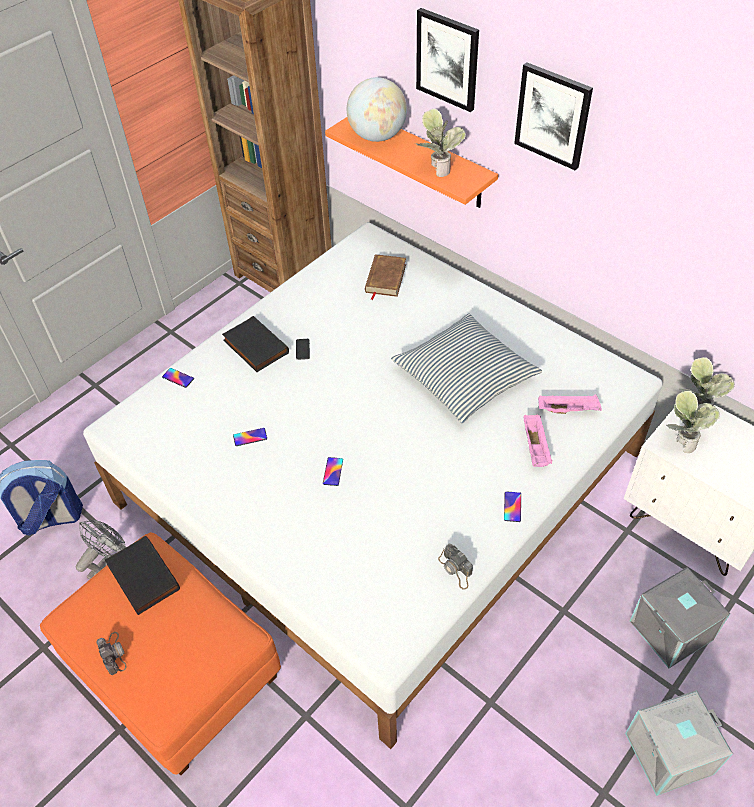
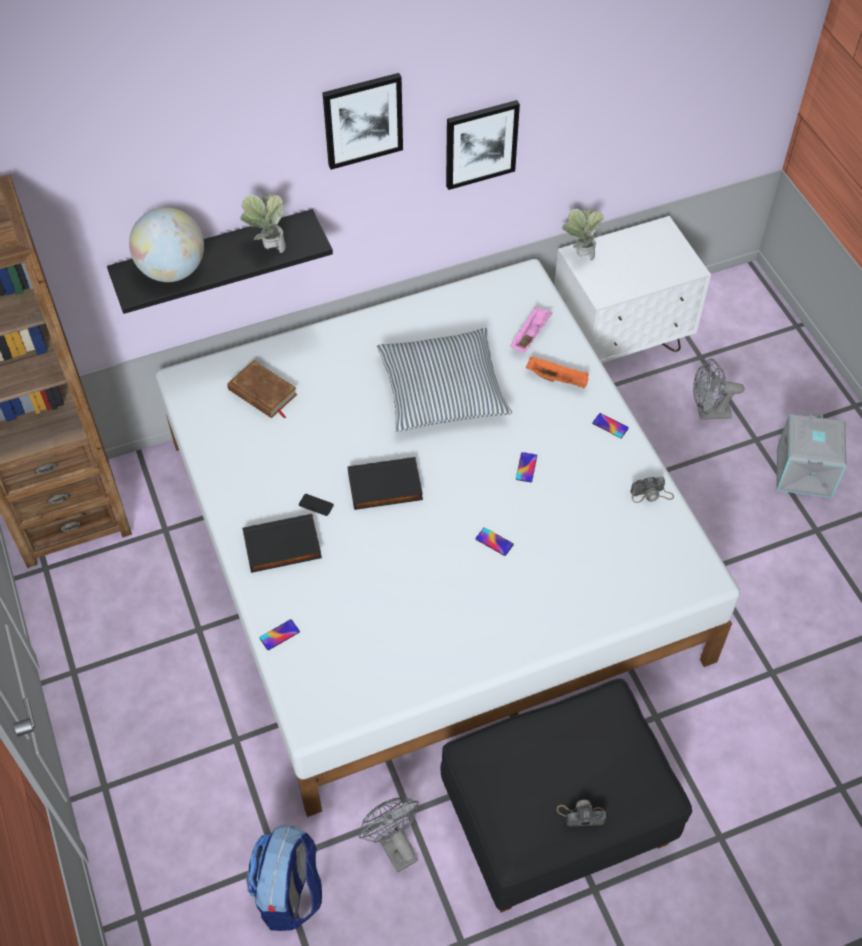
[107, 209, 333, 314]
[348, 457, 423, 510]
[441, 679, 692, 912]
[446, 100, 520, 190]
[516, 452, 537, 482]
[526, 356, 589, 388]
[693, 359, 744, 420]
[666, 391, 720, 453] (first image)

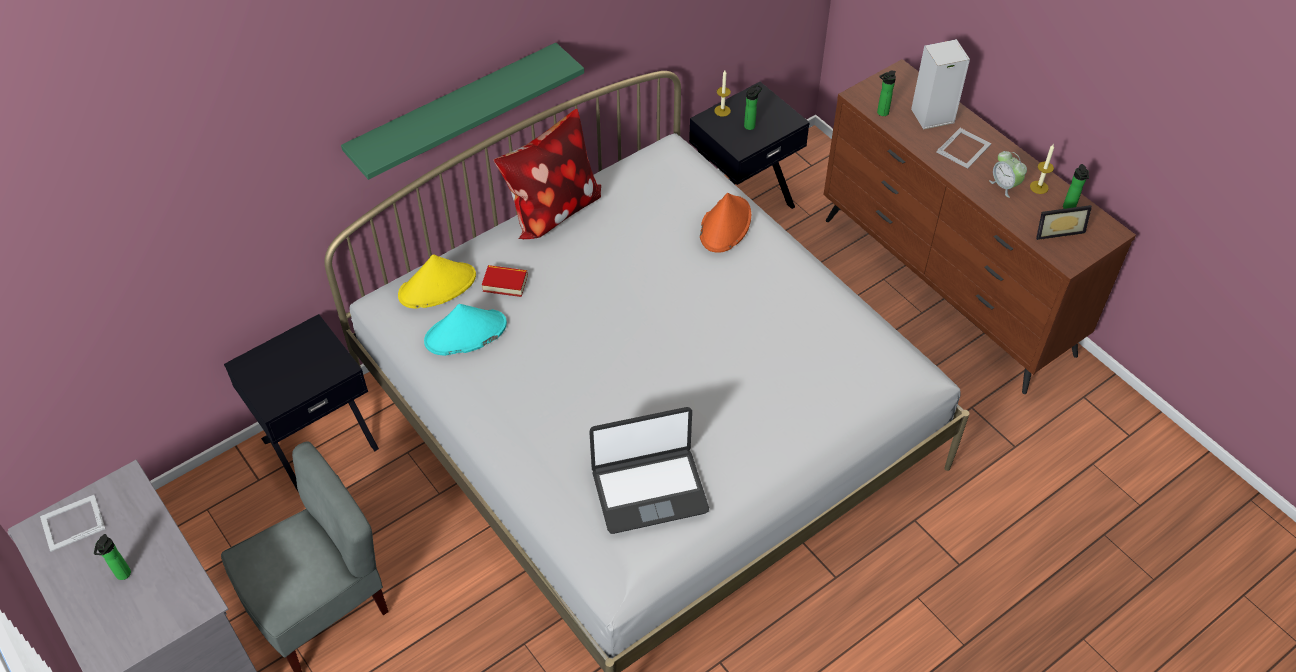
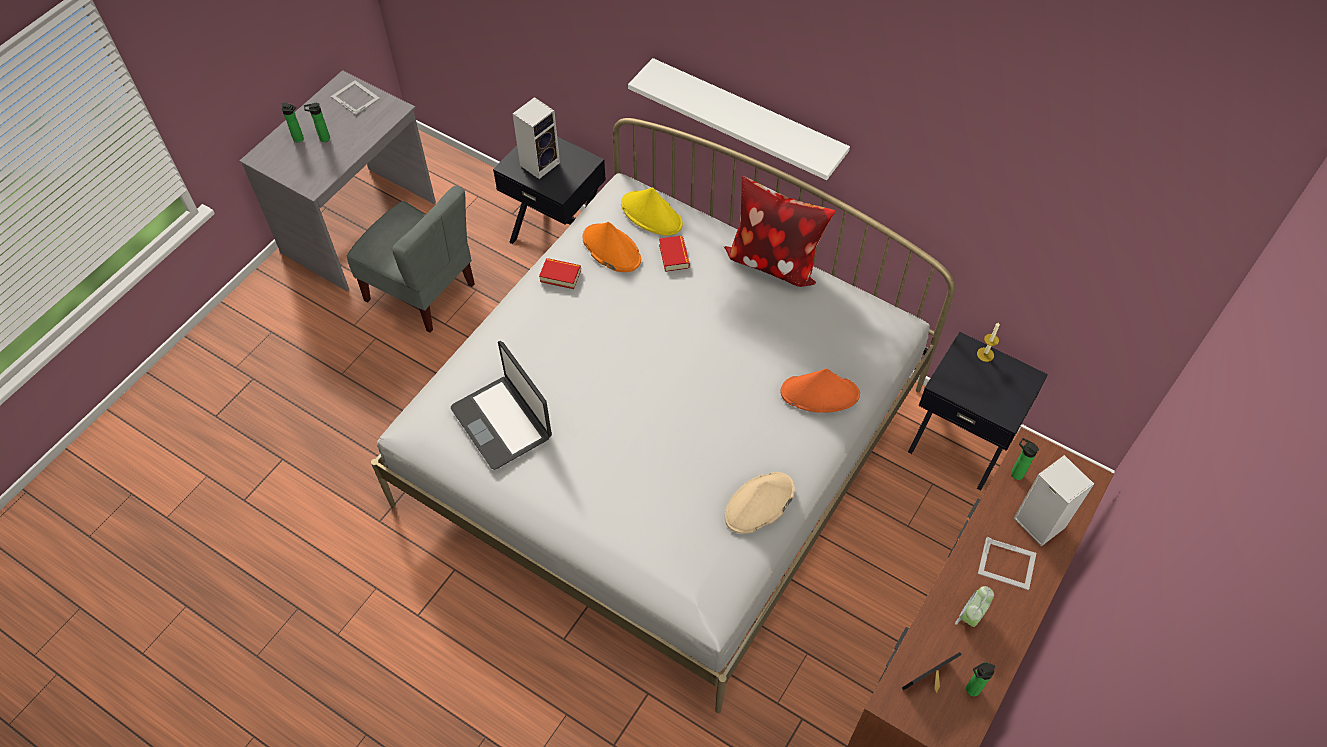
[281, 102, 304, 142]
[512, 97, 560, 179]
[539, 258, 581, 289]
[583, 222, 641, 272]
[628, 58, 850, 180]
[725, 472, 795, 534]
[902, 652, 962, 693]
[1030, 144, 1054, 194] (first image)

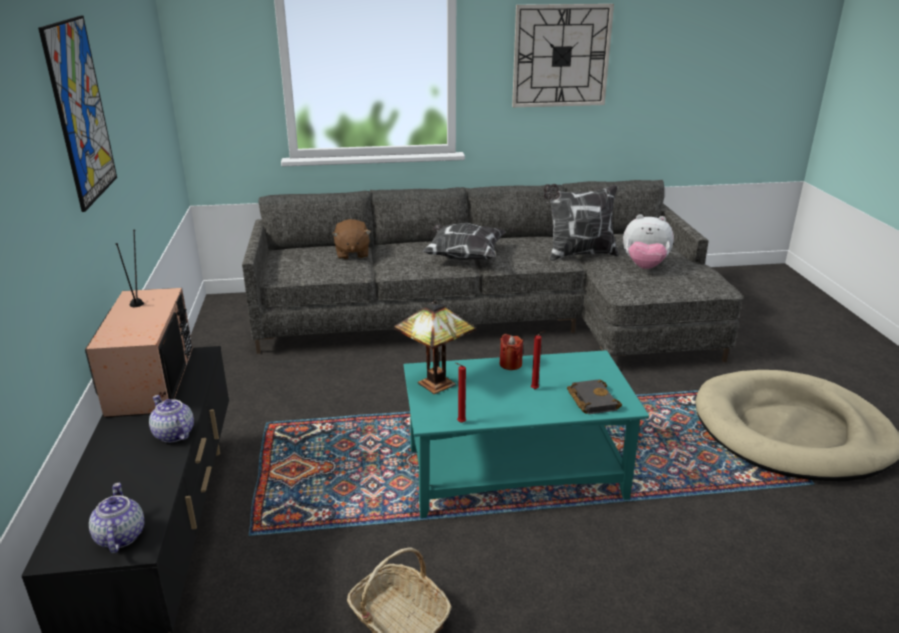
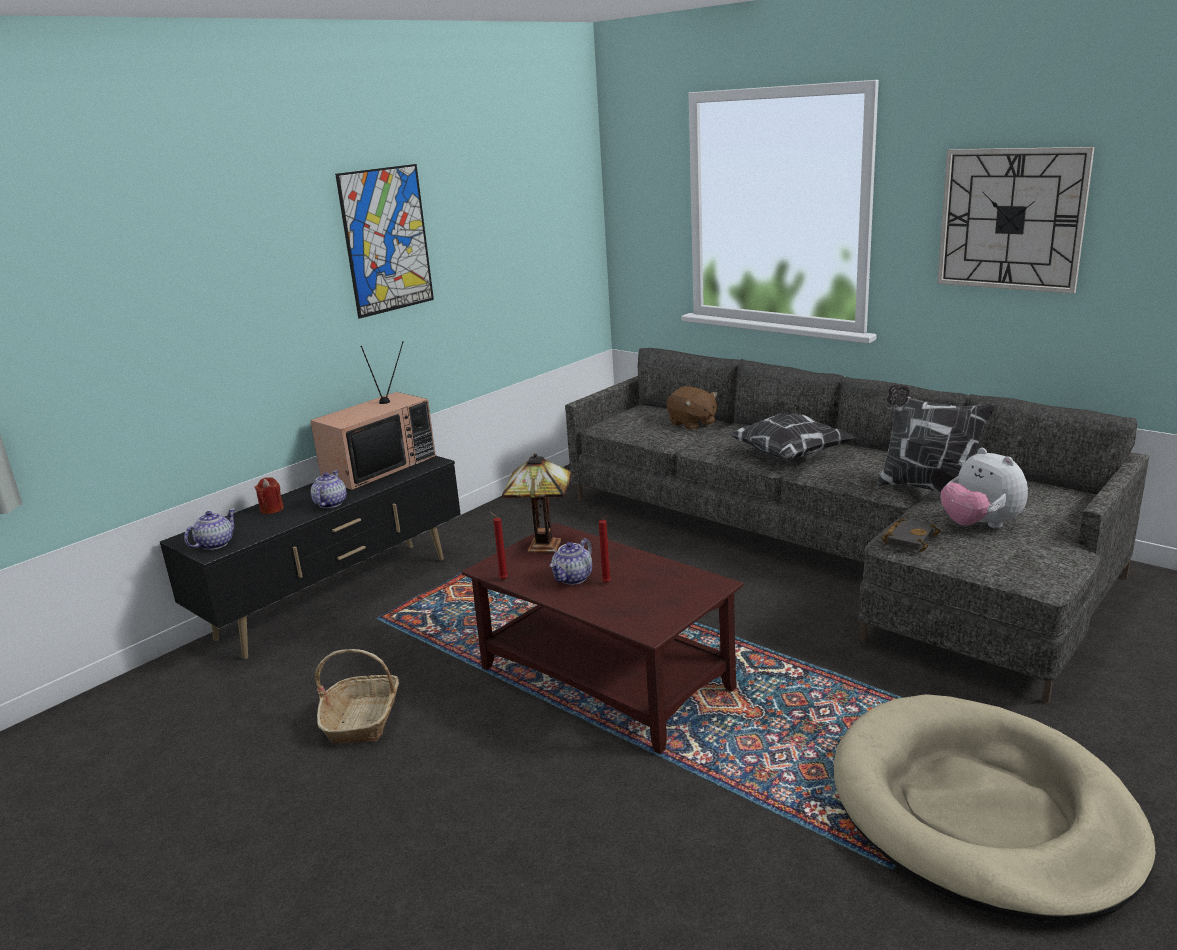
[255, 477, 284, 514]
[462, 523, 744, 754]
[550, 538, 592, 585]
[667, 386, 718, 430]
[881, 518, 941, 552]

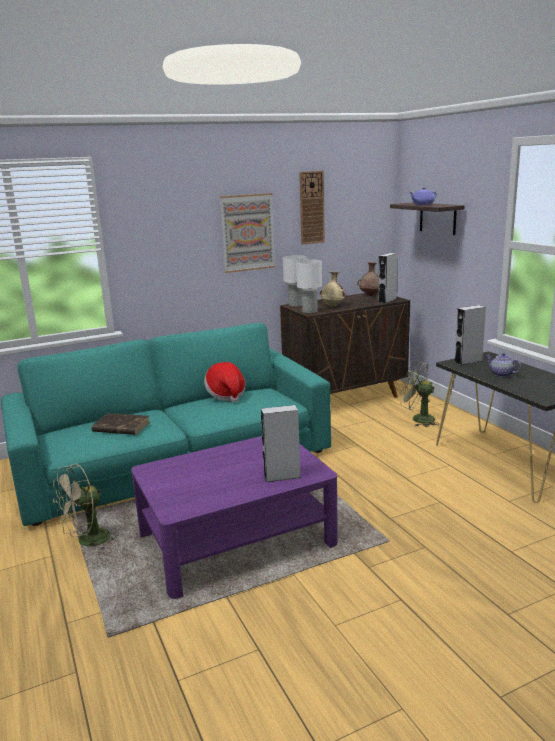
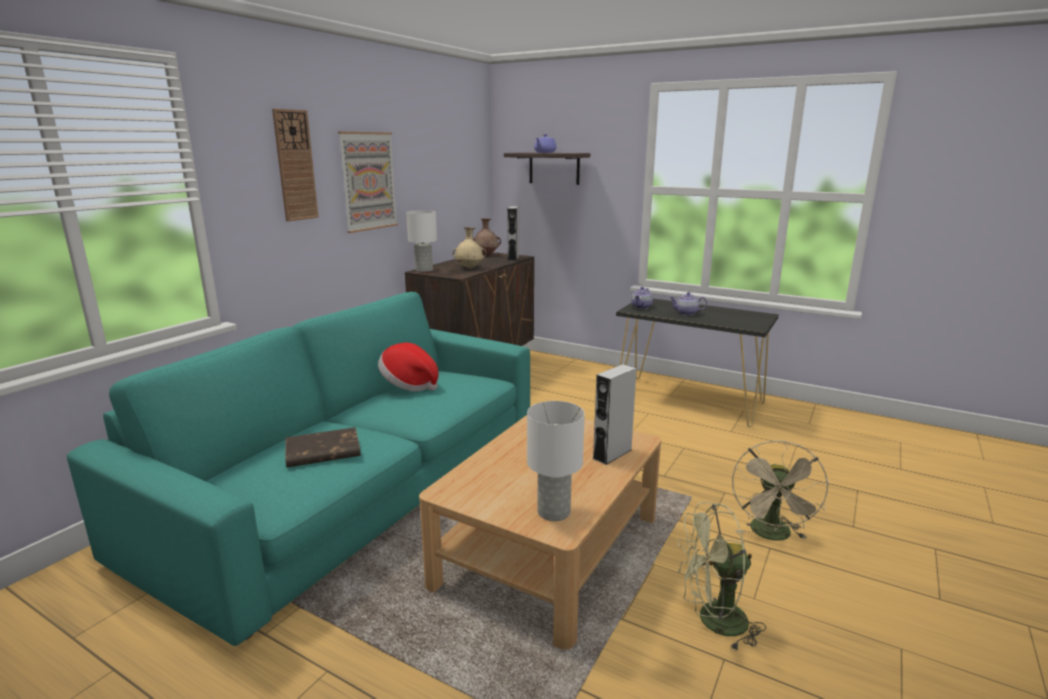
[272, 109, 319, 222]
[419, 415, 662, 650]
[527, 401, 585, 521]
[631, 287, 653, 309]
[677, 502, 766, 651]
[732, 440, 830, 541]

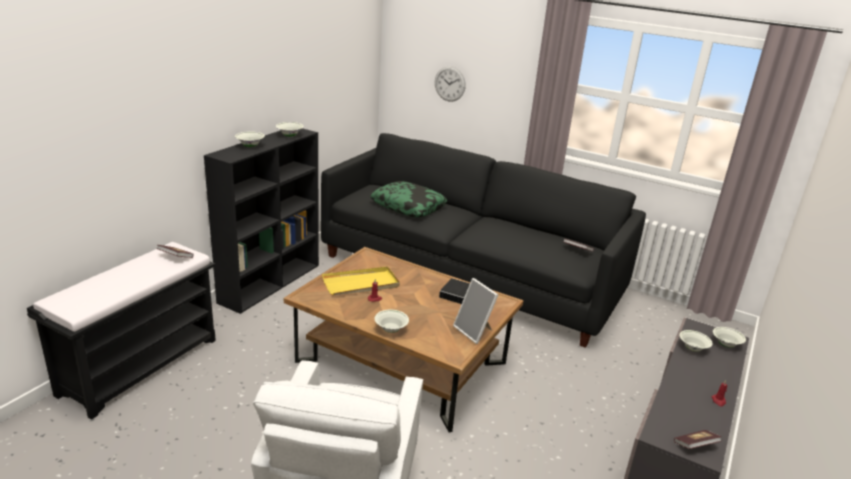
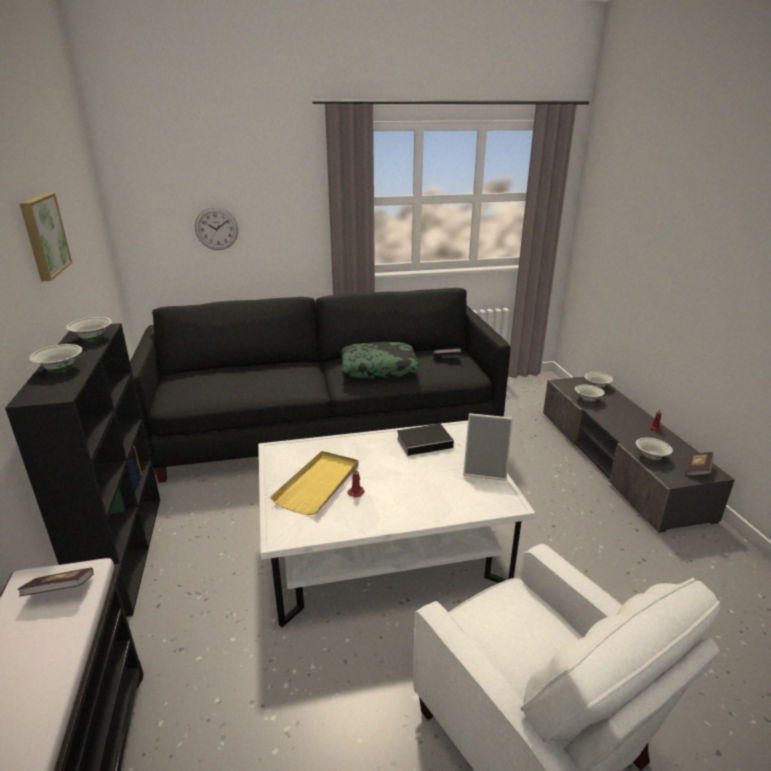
[20, 193, 72, 282]
[258, 421, 536, 627]
[340, 342, 420, 379]
[636, 438, 673, 460]

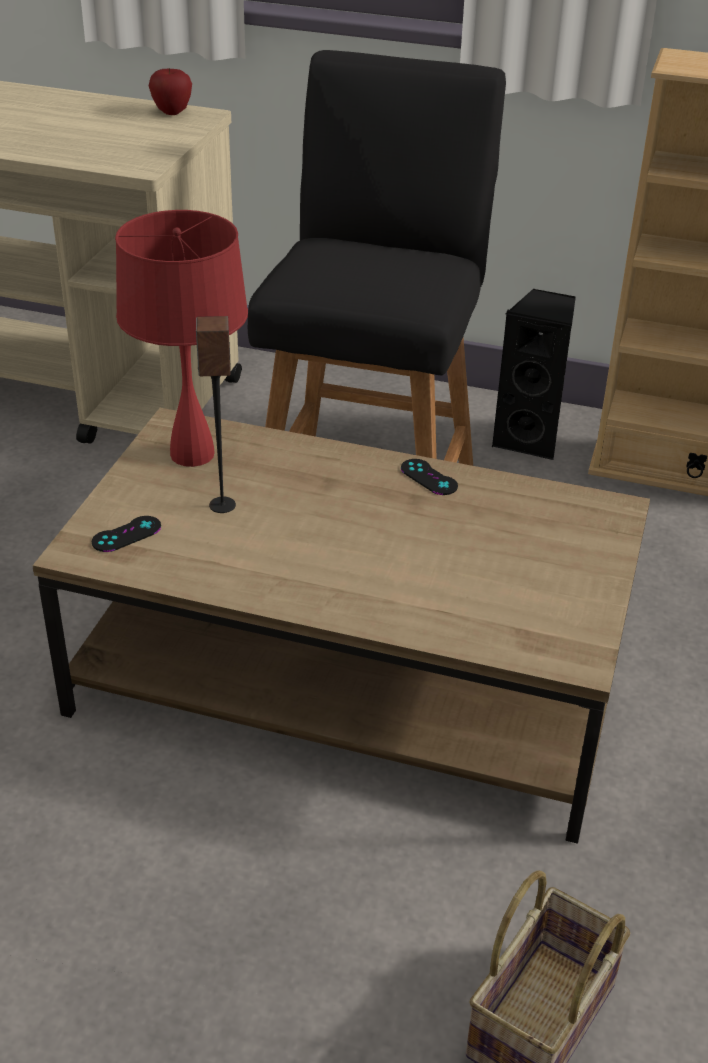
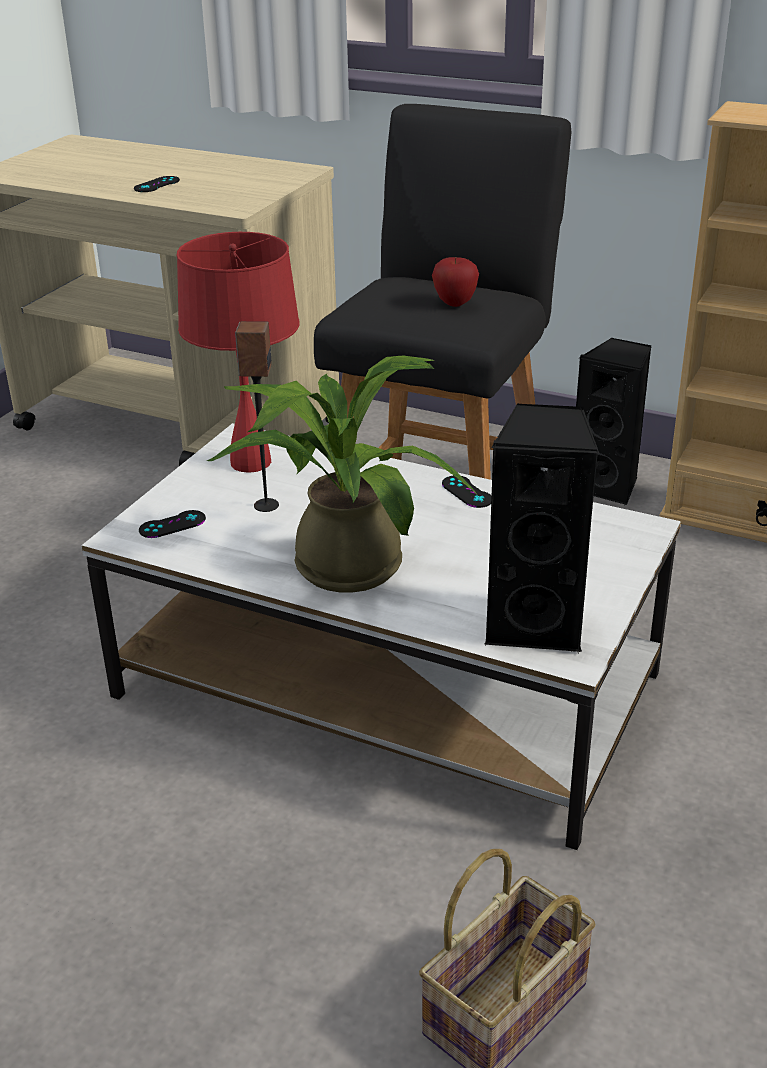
[82, 423, 681, 850]
[134, 176, 180, 192]
[207, 355, 477, 593]
[432, 257, 479, 307]
[484, 403, 599, 653]

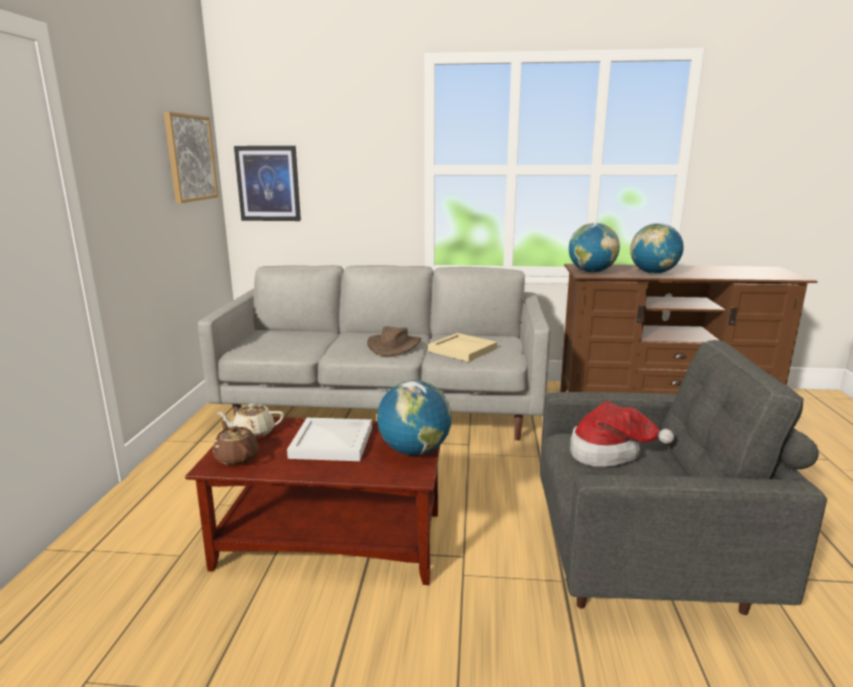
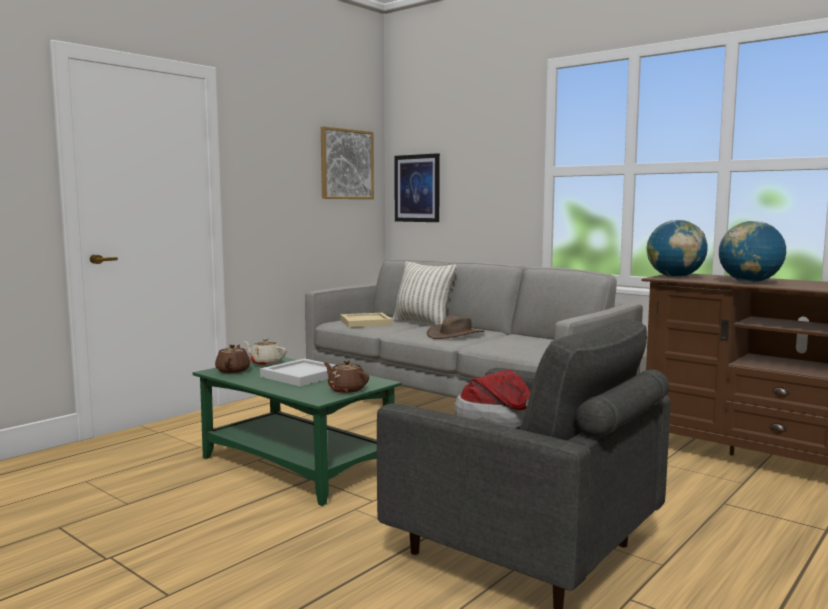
[193, 357, 402, 506]
[324, 360, 369, 393]
[341, 313, 393, 328]
[392, 261, 457, 325]

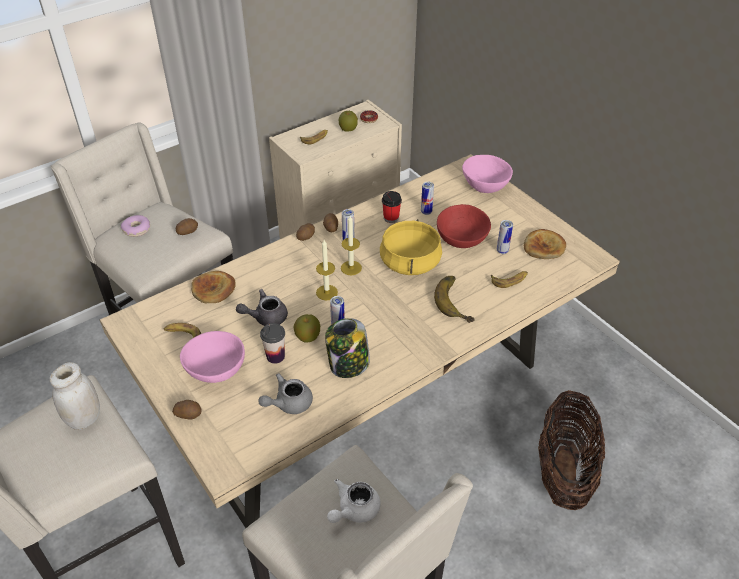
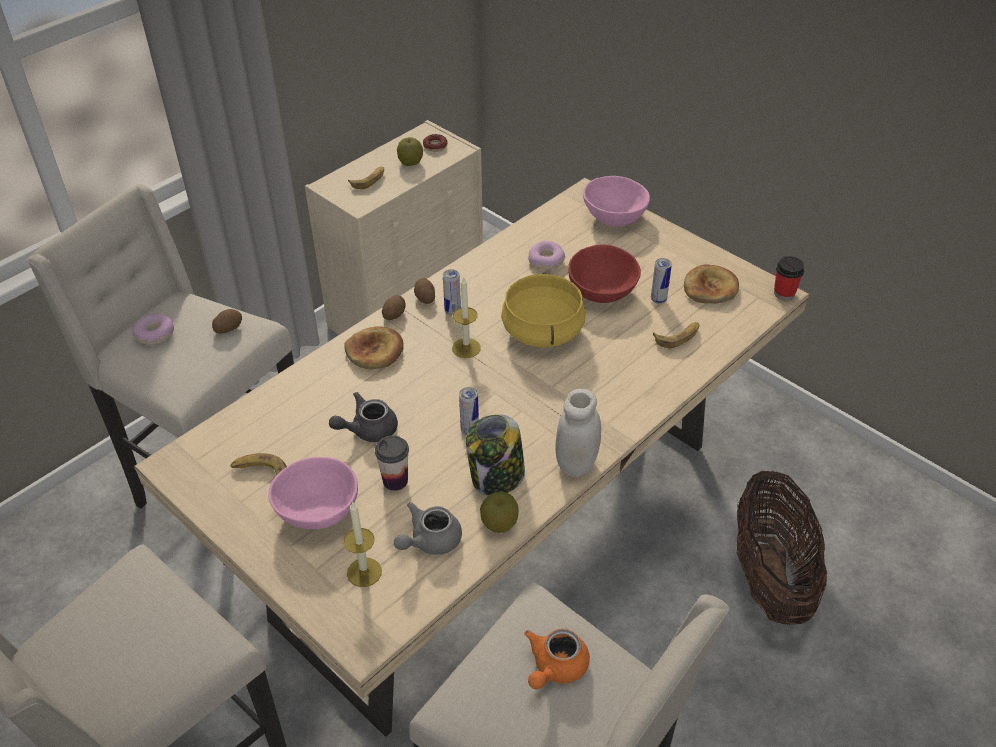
[344, 326, 404, 370]
[344, 501, 382, 587]
[480, 491, 519, 533]
[524, 629, 590, 689]
[528, 241, 565, 270]
[555, 389, 601, 477]
[774, 256, 805, 300]
[172, 400, 202, 420] (first image)
[434, 276, 474, 323] (first image)

